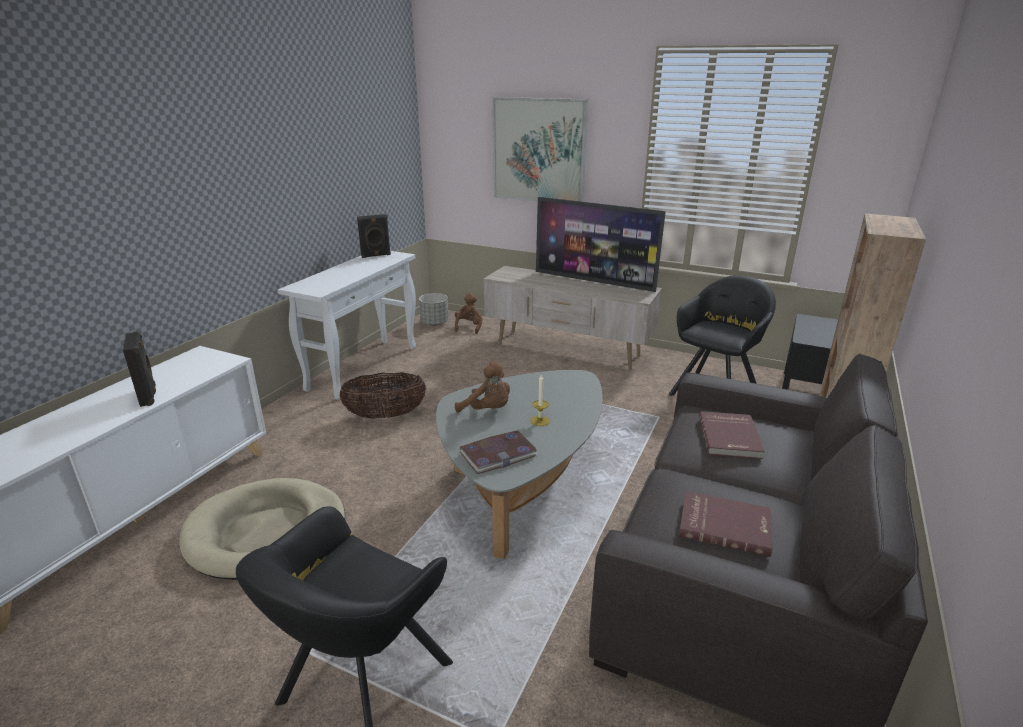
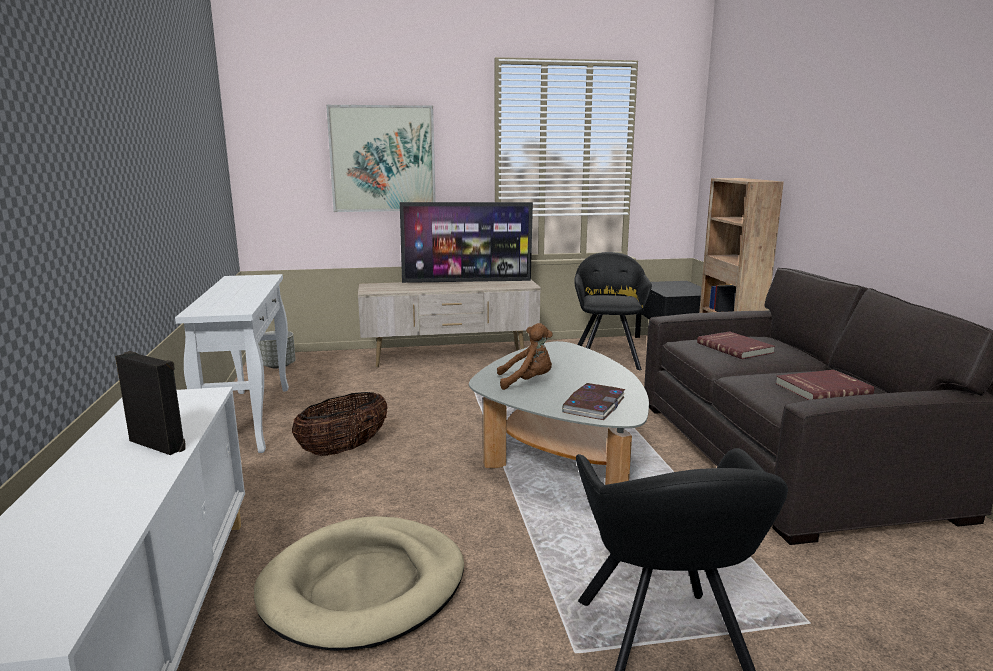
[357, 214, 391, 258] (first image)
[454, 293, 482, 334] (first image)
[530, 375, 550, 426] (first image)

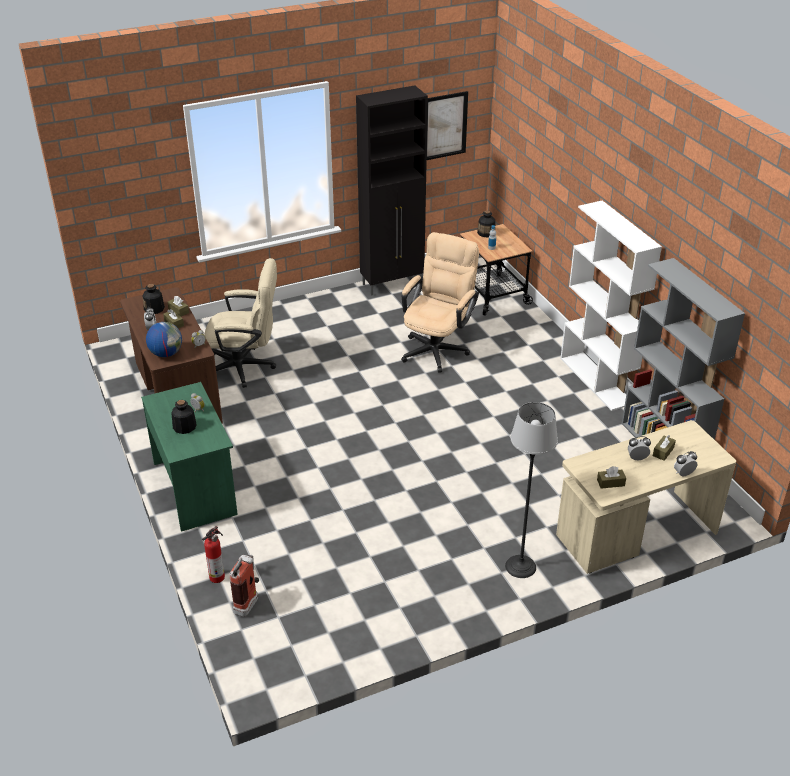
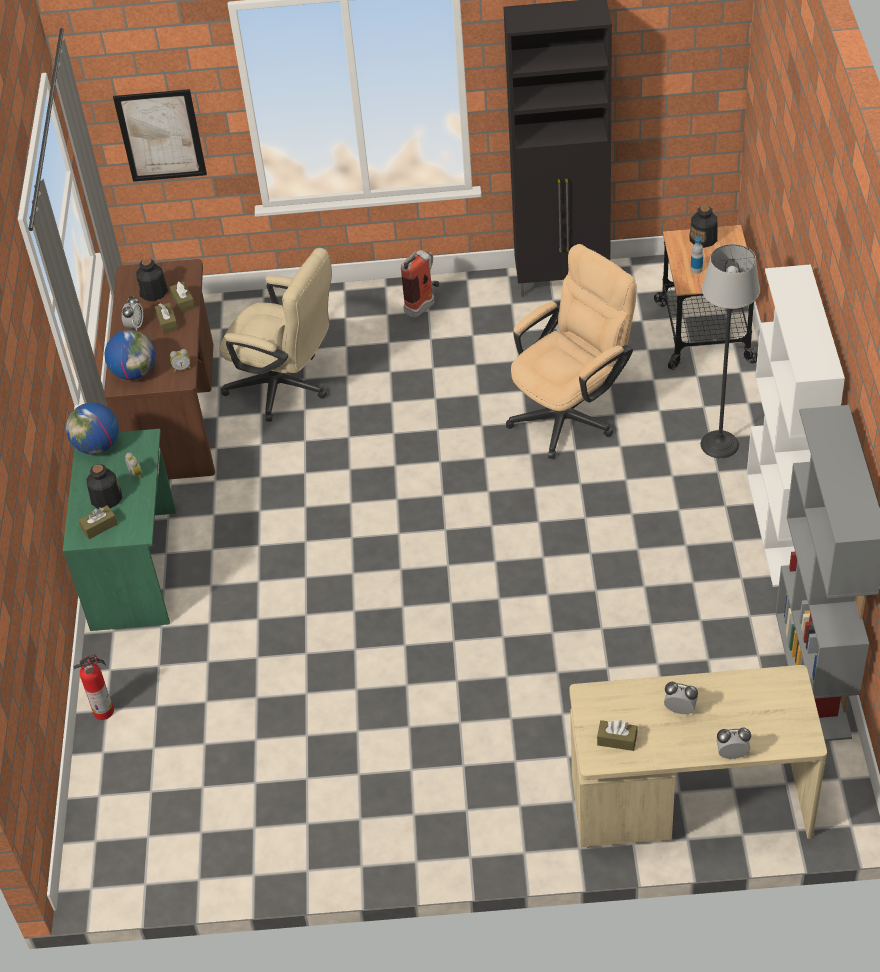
[66, 403, 119, 455]
[78, 505, 118, 539]
[113, 89, 207, 182]
[401, 250, 440, 318]
[701, 244, 760, 458]

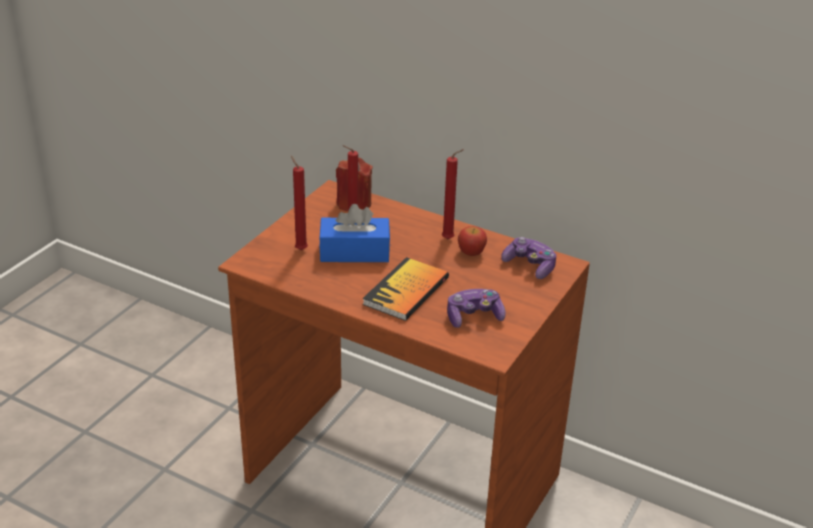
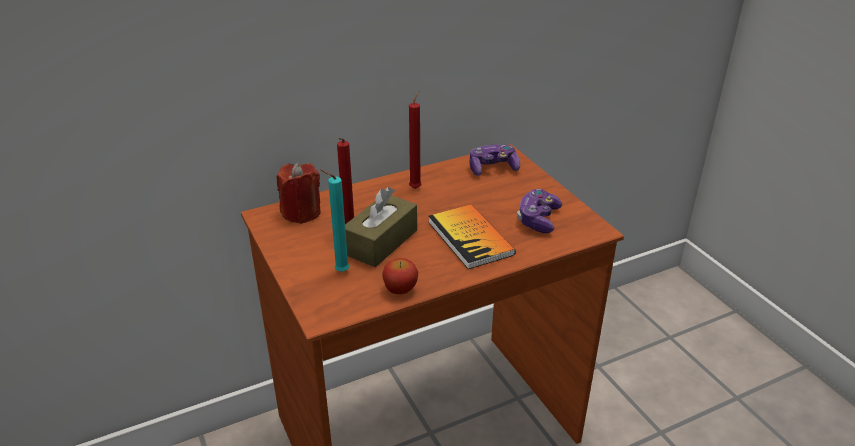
[320, 169, 350, 272]
[345, 187, 417, 267]
[383, 258, 418, 294]

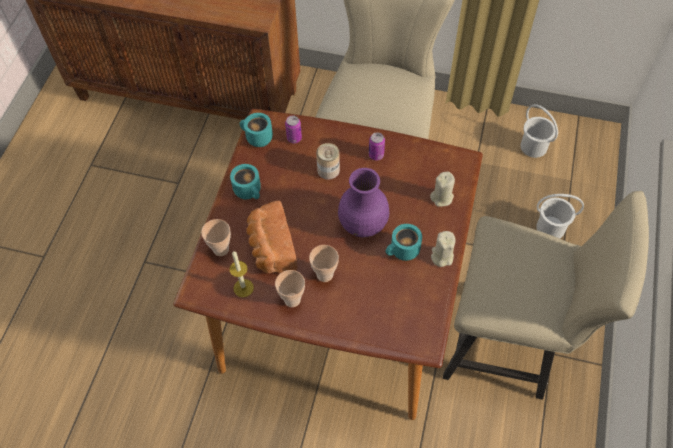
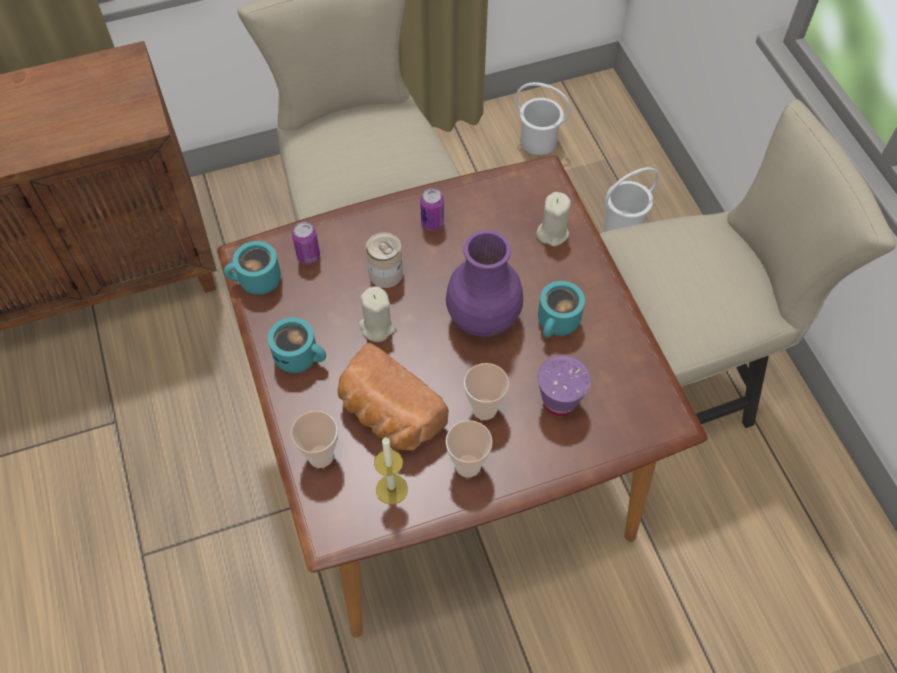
[359, 286, 395, 342]
[538, 356, 591, 416]

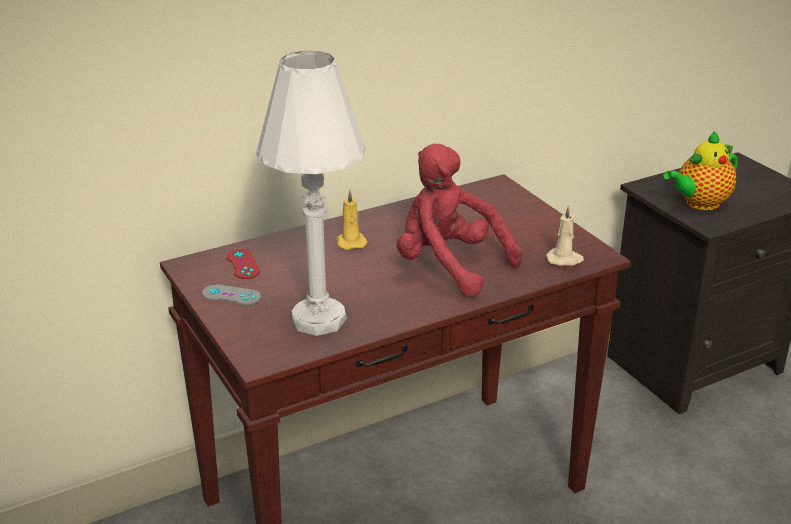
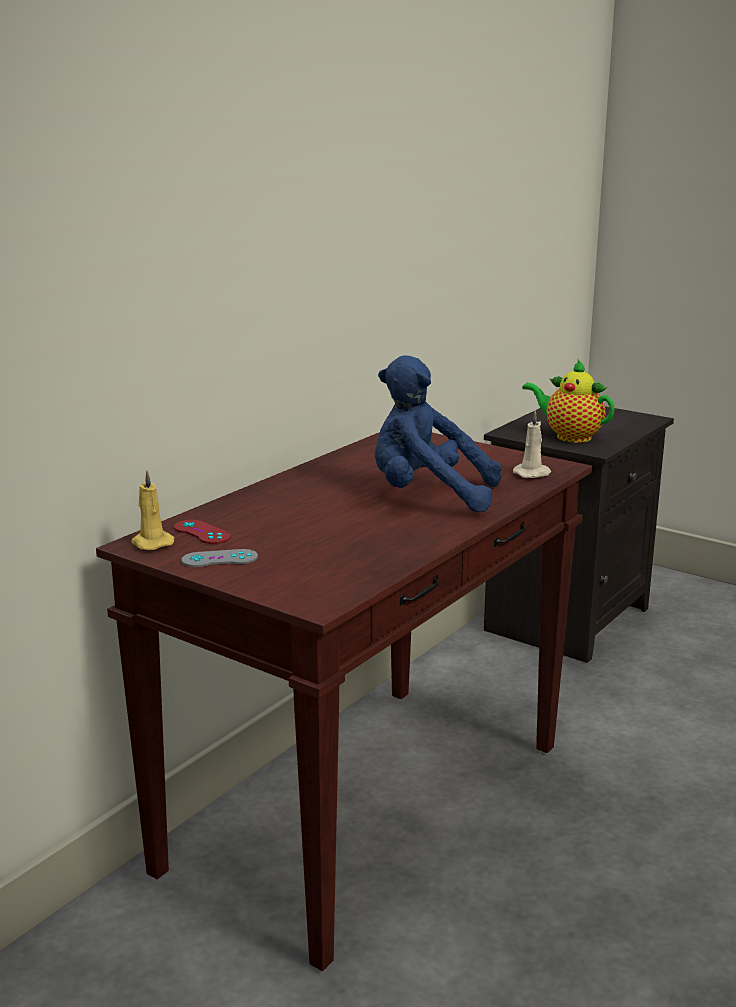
[131, 470, 174, 550]
[374, 355, 502, 512]
[522, 358, 615, 443]
[256, 51, 366, 336] (first image)

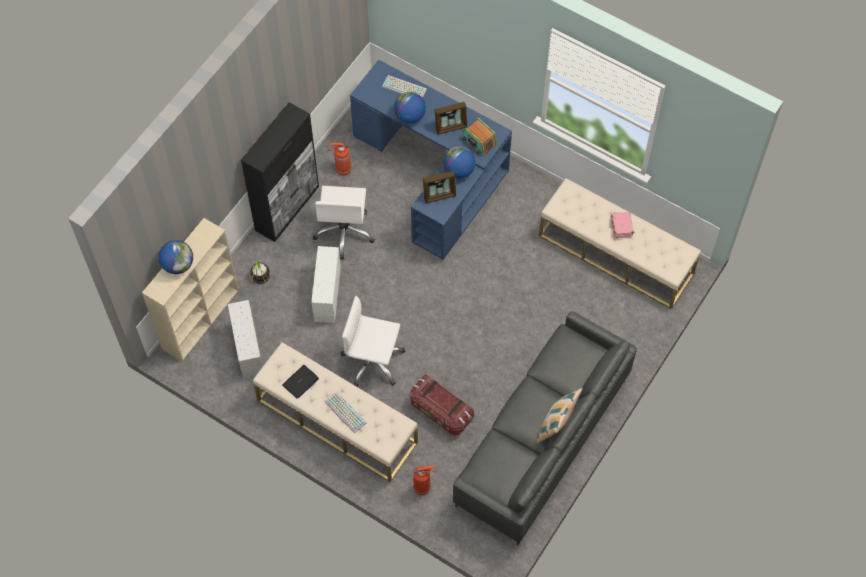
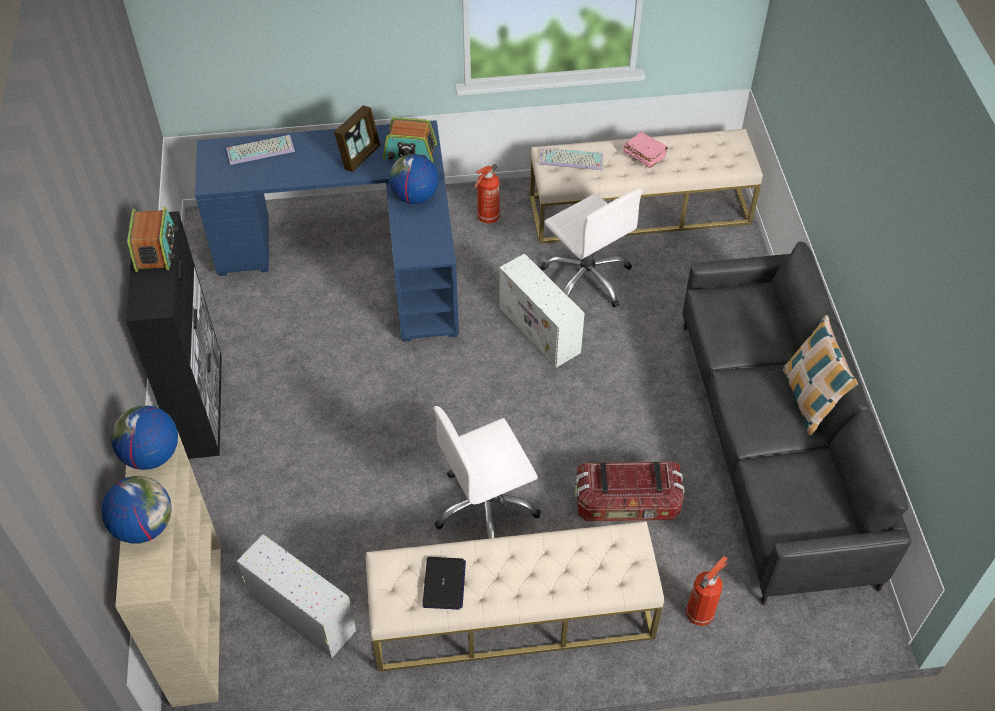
[111, 405, 178, 470]
[127, 207, 178, 272]
[474, 164, 500, 223]
[499, 253, 585, 368]
[539, 148, 603, 170]
[541, 188, 642, 308]
[249, 261, 270, 290] (first image)
[423, 171, 456, 203] (first image)

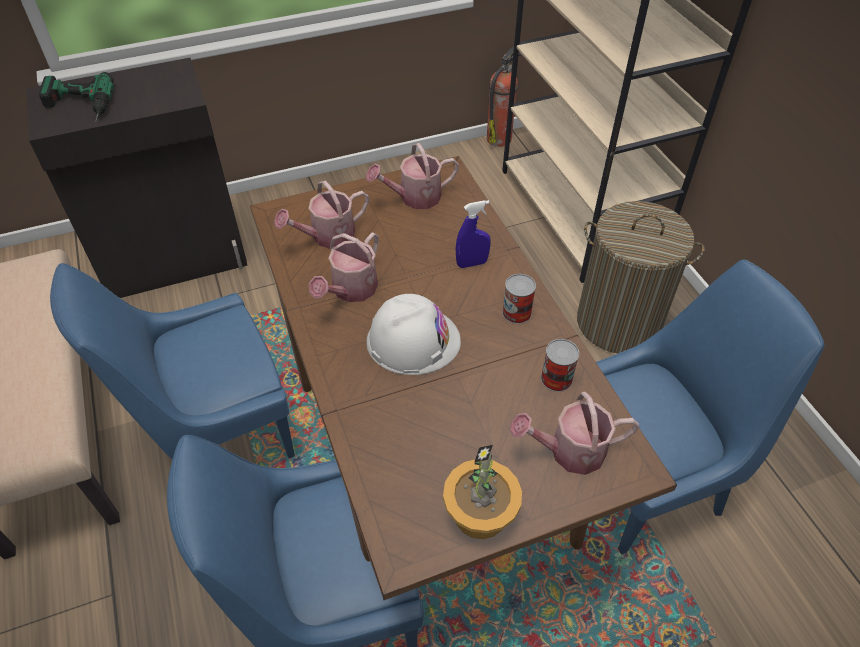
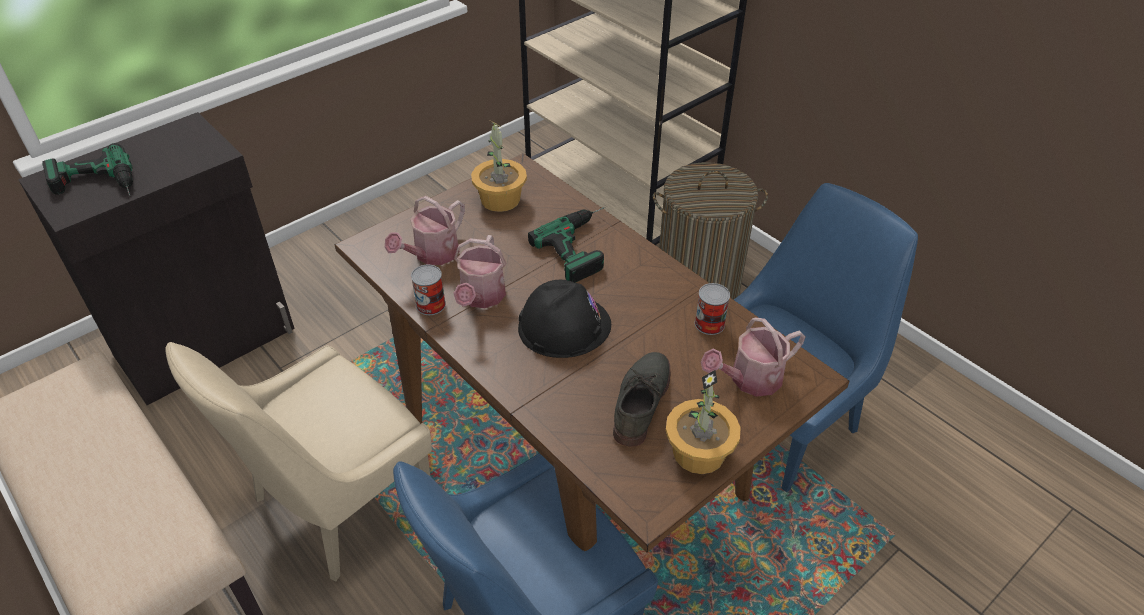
[165, 342, 432, 581]
[411, 264, 446, 315]
[471, 119, 527, 212]
[518, 280, 611, 358]
[528, 207, 605, 283]
[613, 352, 670, 447]
[487, 46, 521, 147] (first image)

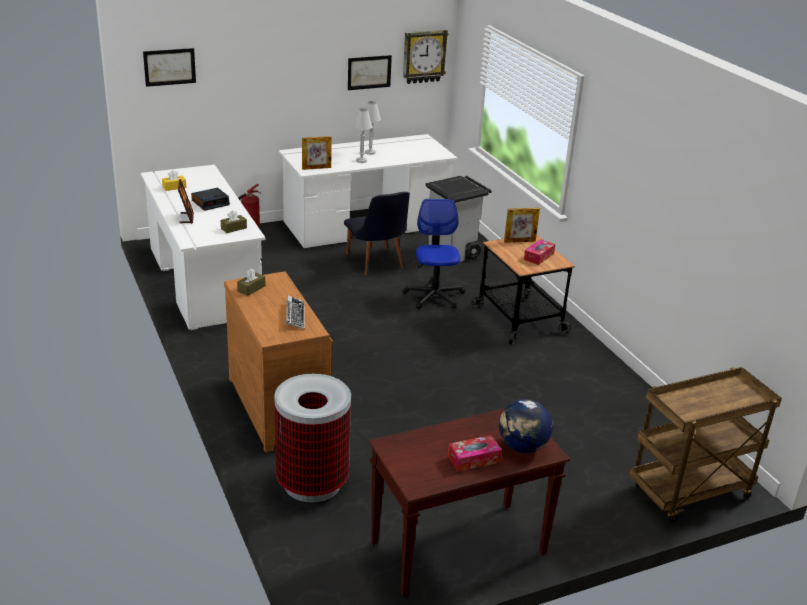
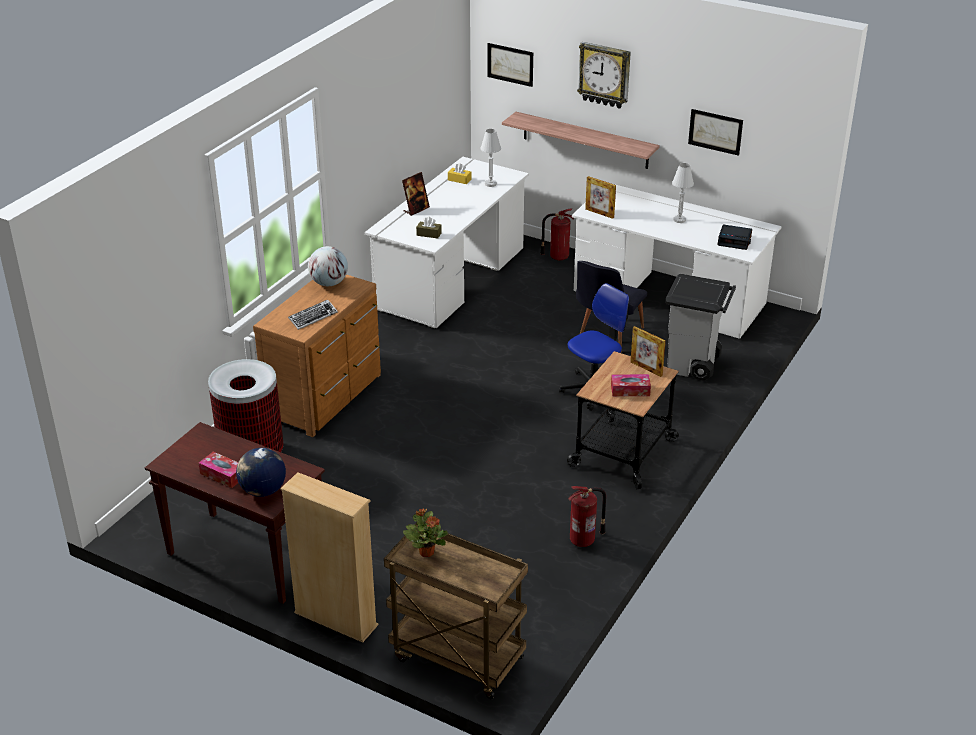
[280, 472, 378, 642]
[308, 246, 348, 286]
[403, 509, 448, 557]
[481, 129, 501, 187]
[502, 112, 660, 169]
[568, 486, 606, 547]
[577, 42, 631, 109]
[718, 225, 752, 250]

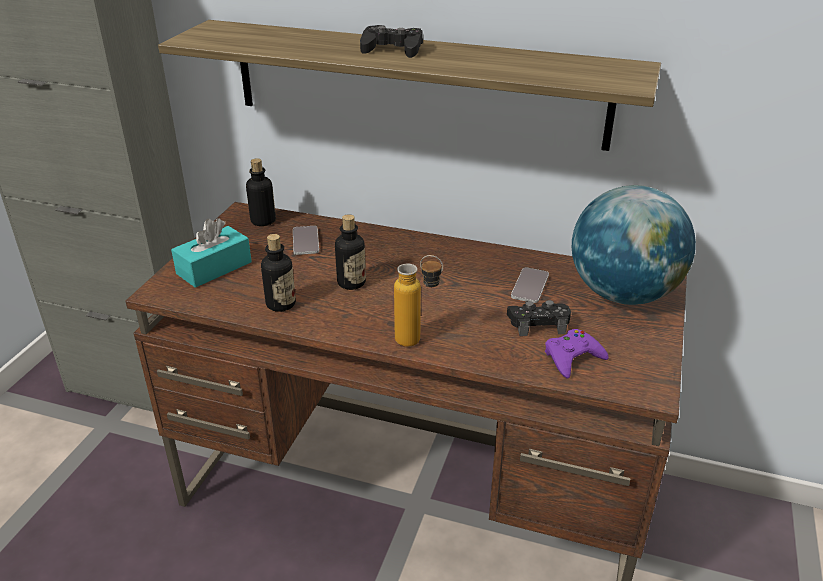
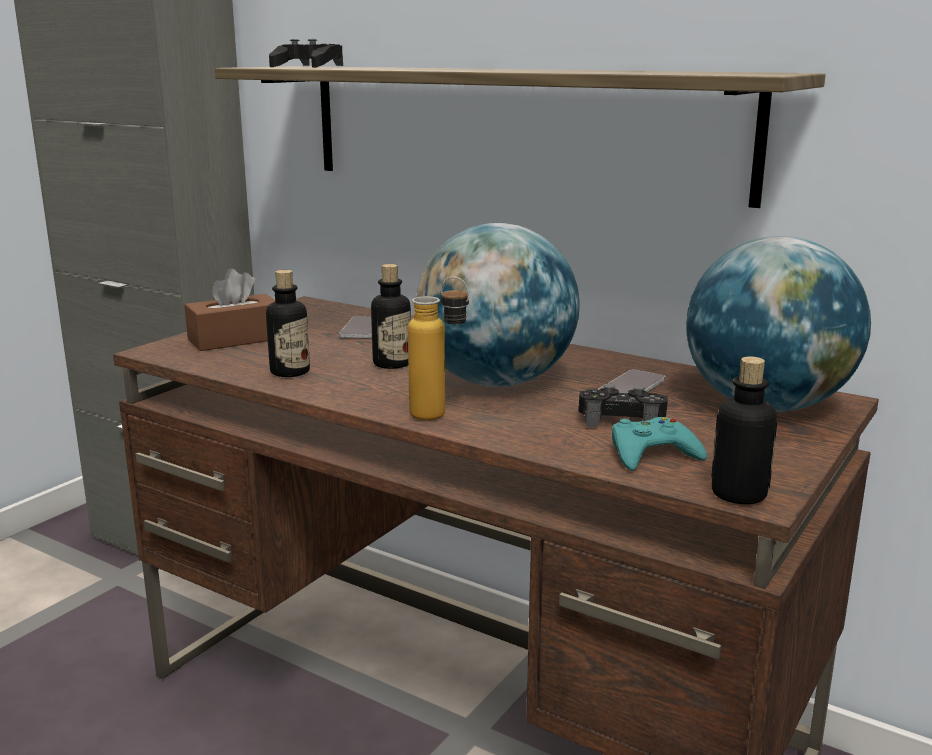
[184, 268, 275, 351]
[269, 39, 343, 68]
[416, 223, 580, 387]
[612, 417, 707, 471]
[711, 356, 777, 504]

